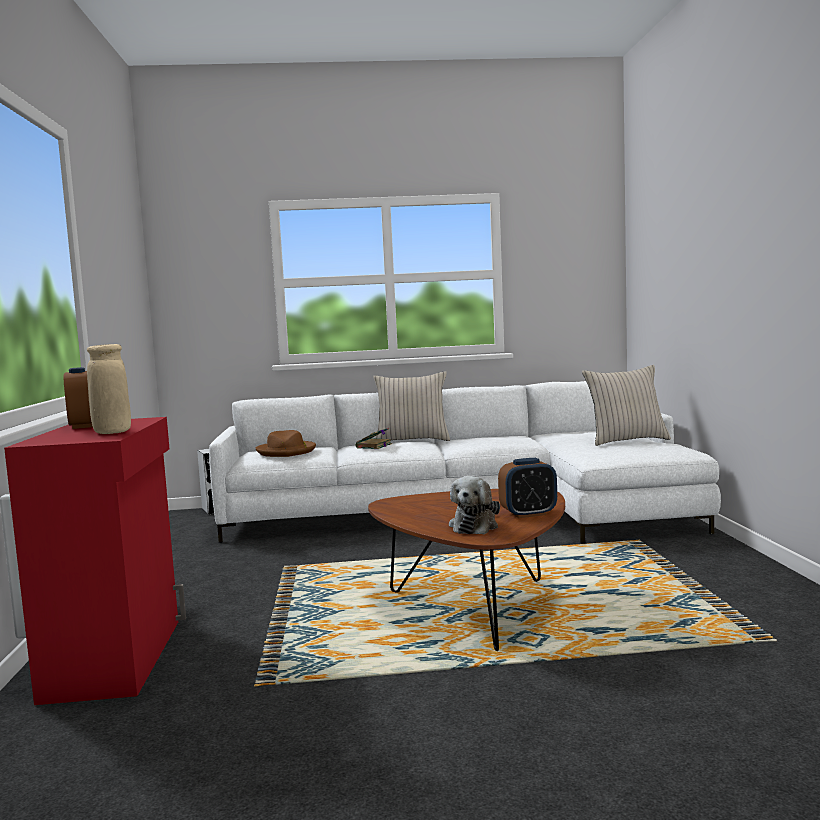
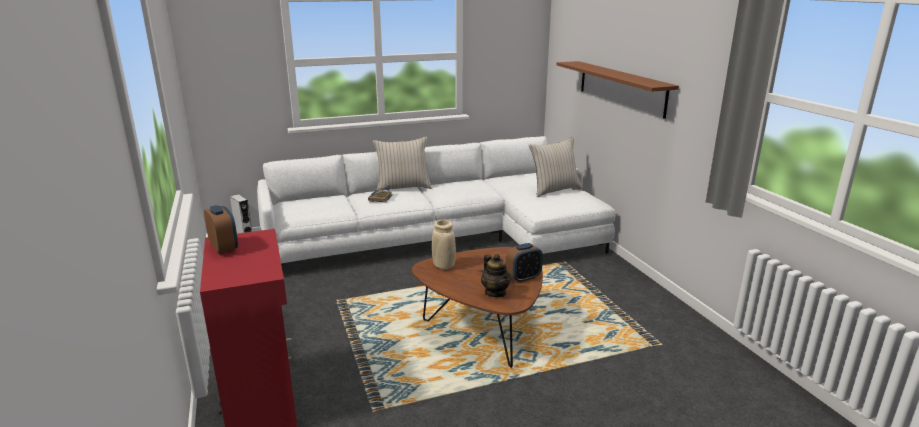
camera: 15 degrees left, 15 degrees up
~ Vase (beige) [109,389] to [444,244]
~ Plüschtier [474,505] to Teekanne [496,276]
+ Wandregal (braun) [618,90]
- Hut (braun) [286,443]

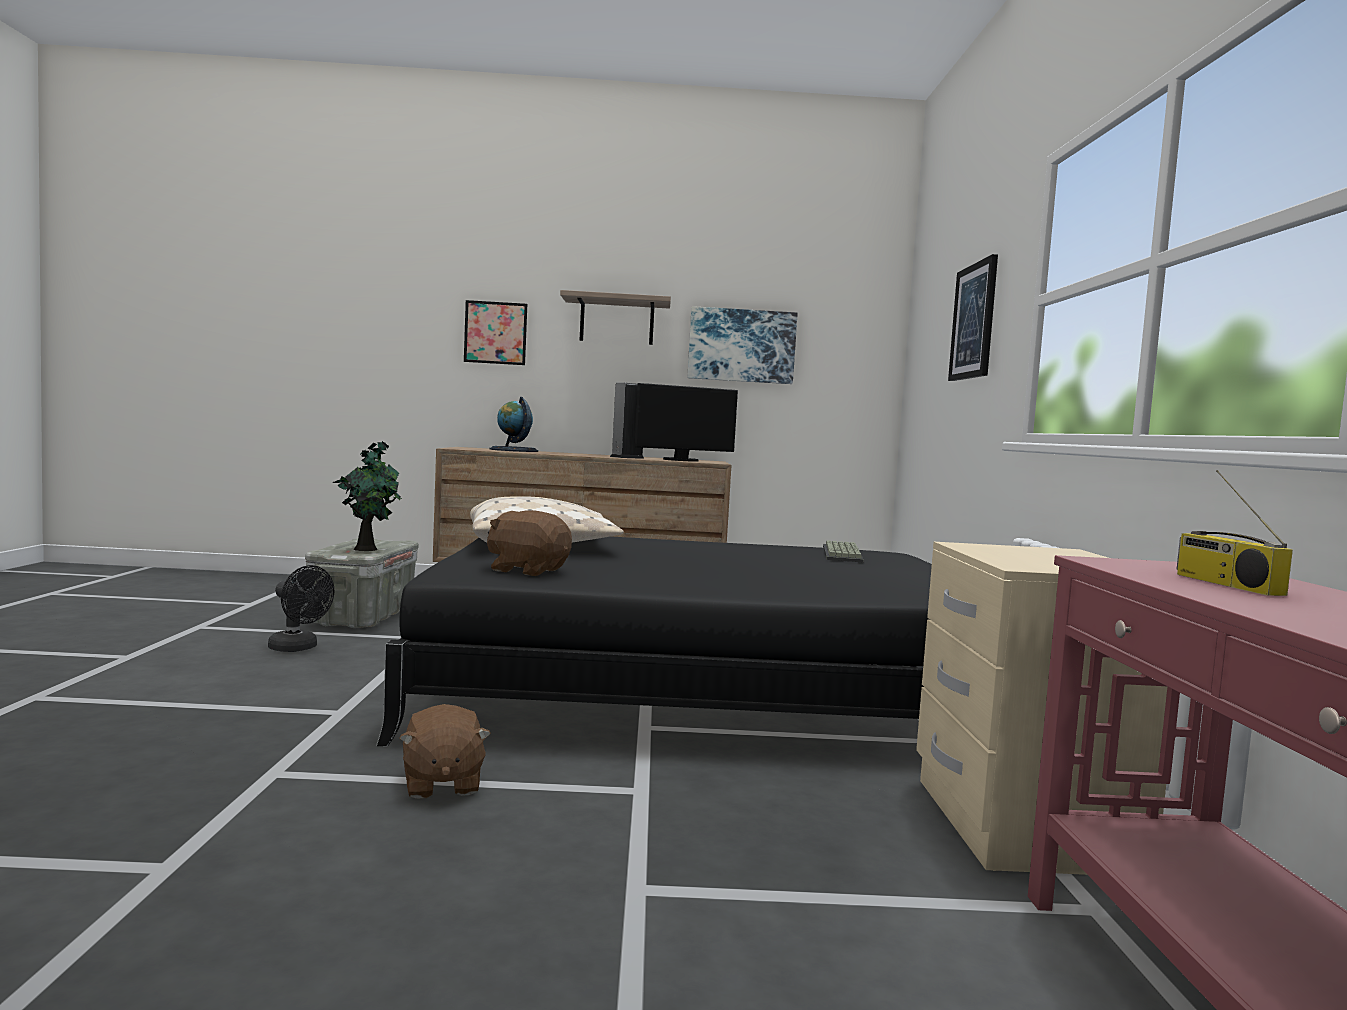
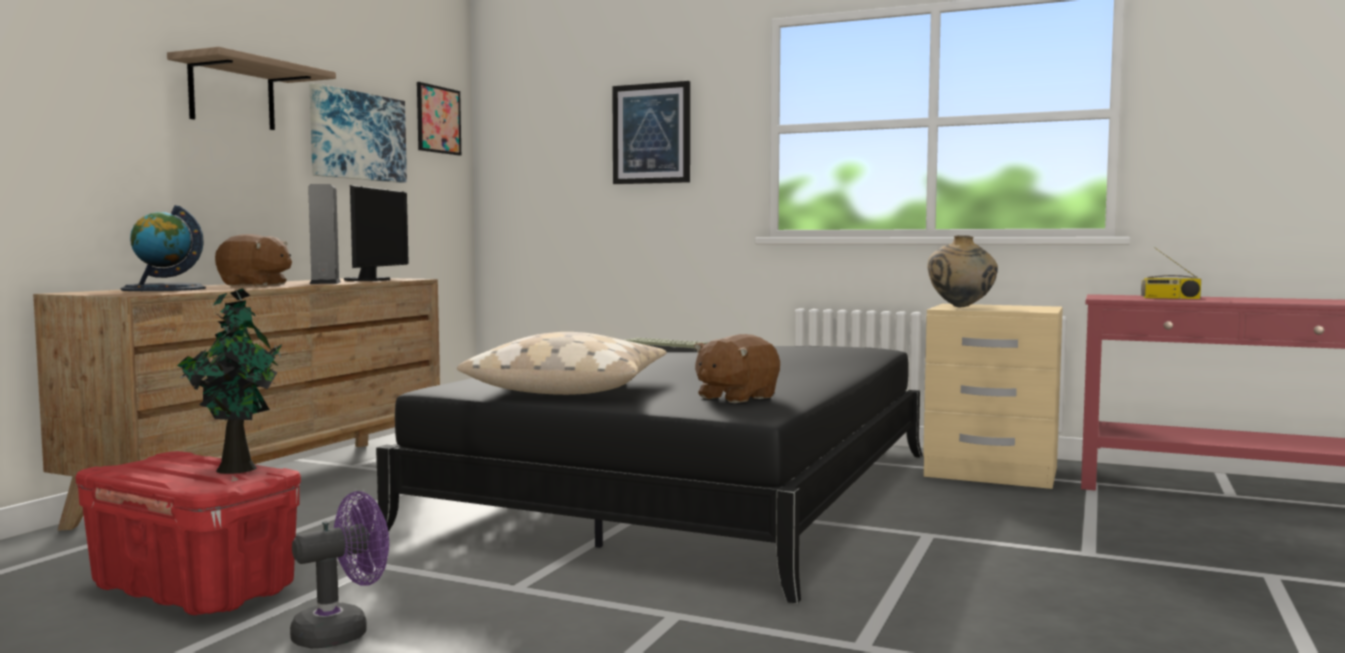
camera: 65 degrees left, 0 degrees up
~ Aufbewahrungsbox (grau) [362,583] to Aufbewahrungsbox (rot) [188,533]
~ Plüschtier (braun) [445,751] to [253,260]
~ Ventilator (schwarz) [301,608] to Ventilator (lila) [339,569]
~ Bild [495,332] to [439,118]
+ Vase (beige) [962,271]

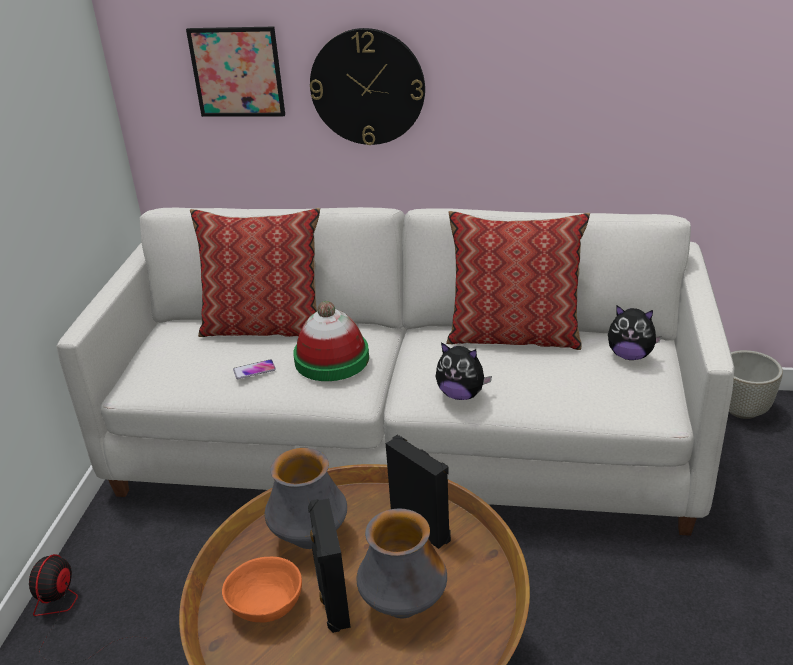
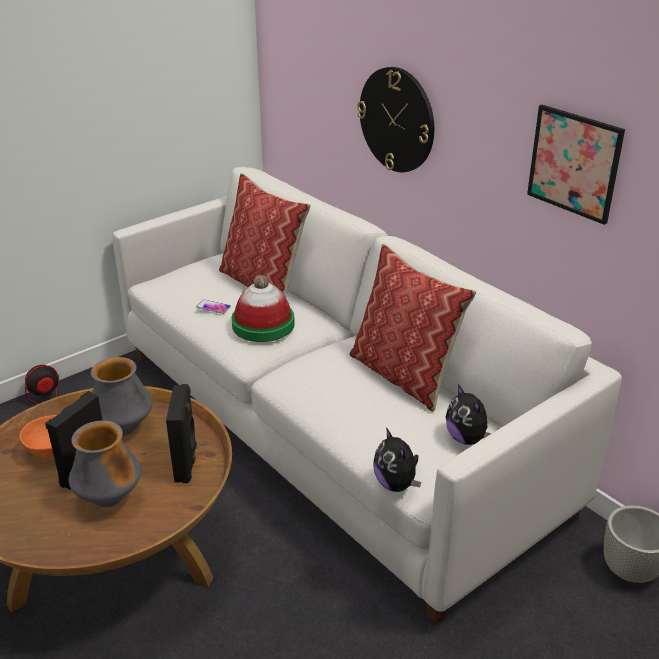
camera: 40 degrees right, 0 degrees up
~ Plüschtier [464,371] to [397,459]
~ Bild [235,72] to [576,165]

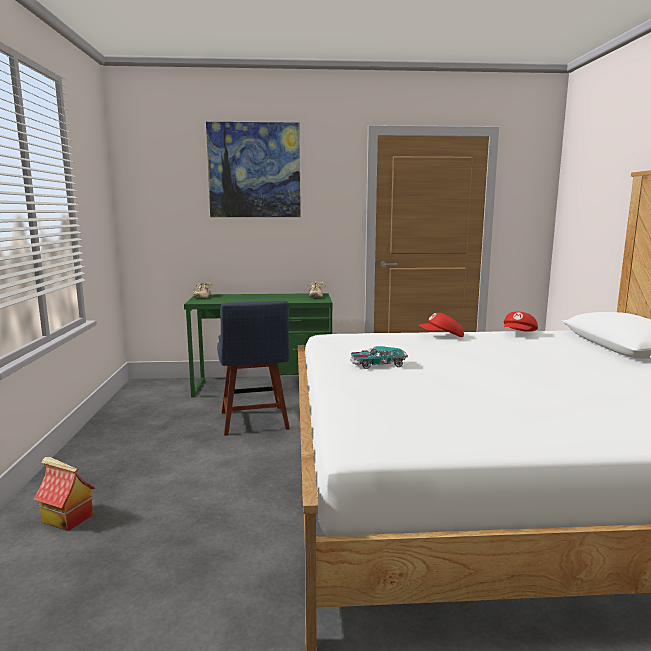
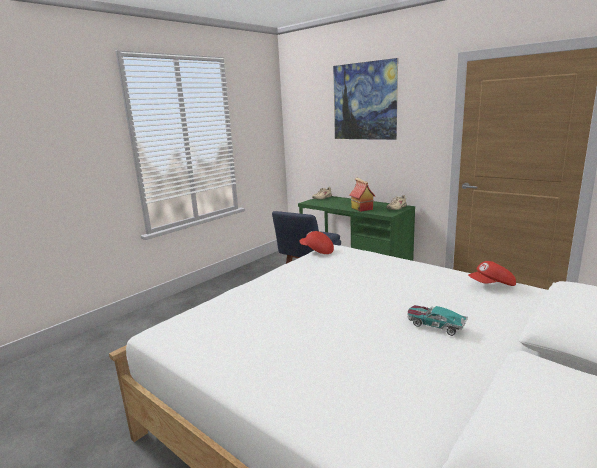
camera: 45 degrees right, 5 degrees up
~ Kappe (rot) [441,325] to [317,242]
~ Spielzeughaus [64,494] to [362,194]
~ Spielzeugauto [379,357] to [437,320]

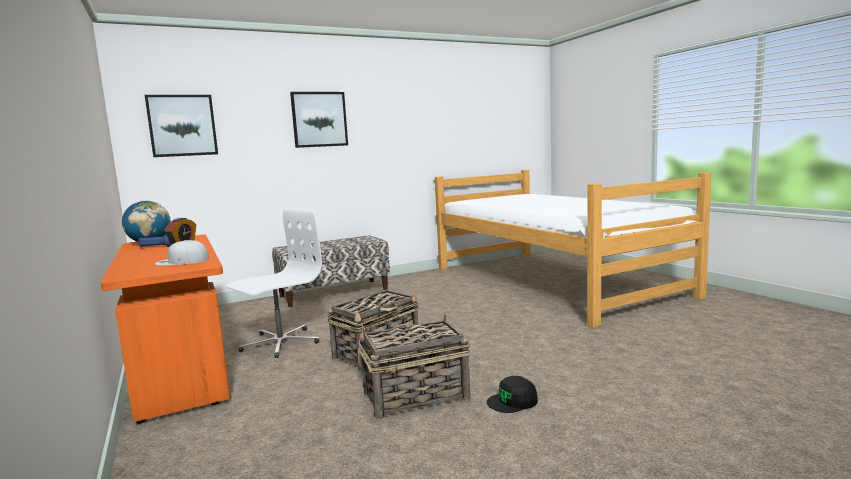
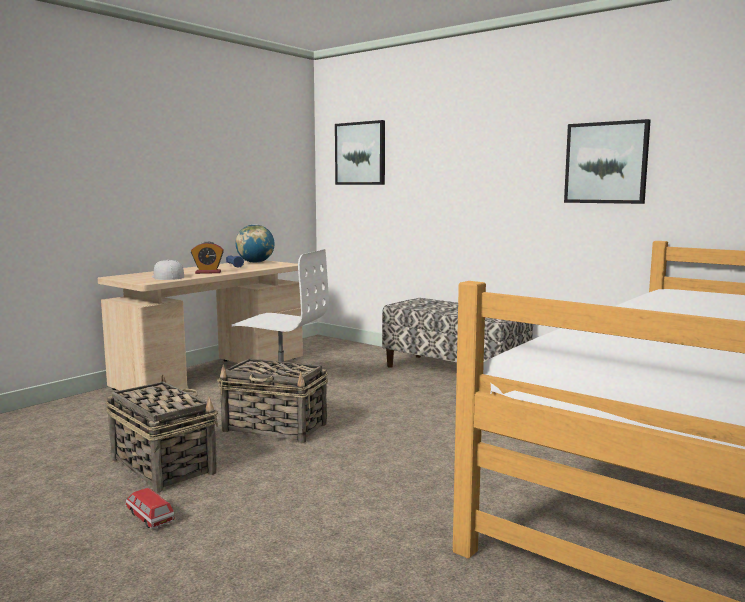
camera: 65 degrees right, 0 degrees up
~ Schreibtisch (orange) [165,329] to Schreibtisch (beige) [200,325]
~ Kappe (schwarz) [512,394] to Spielzeugauto [150,508]
~ Bild [319,120] to [607,161]

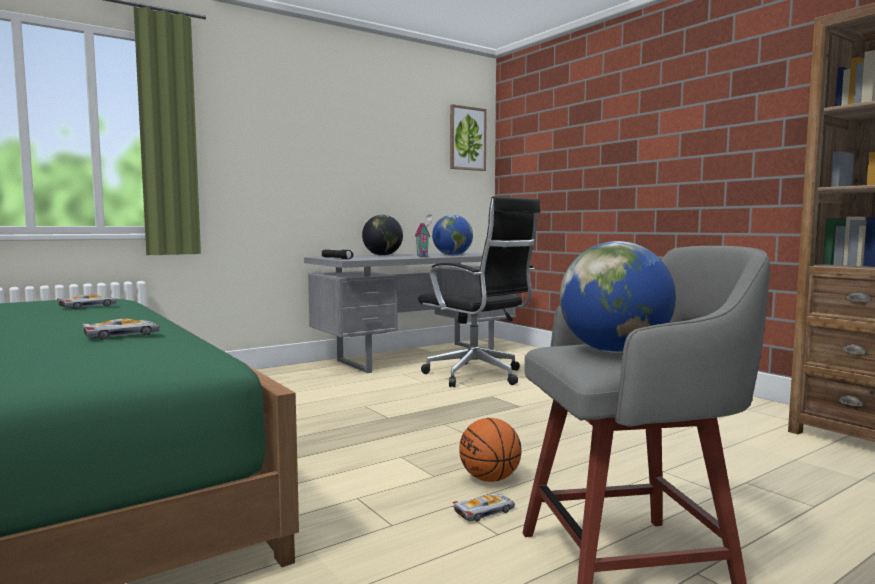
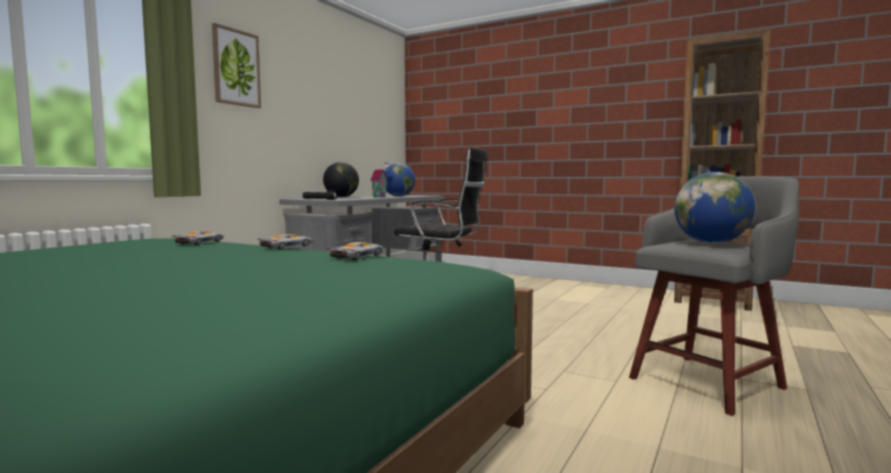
camera: 25 degrees left, 0 degrees up
~ Bild [468,137] to [236,65]
~ Spielzeugauto [483,508] to [285,241]
- Basketball [490,450]

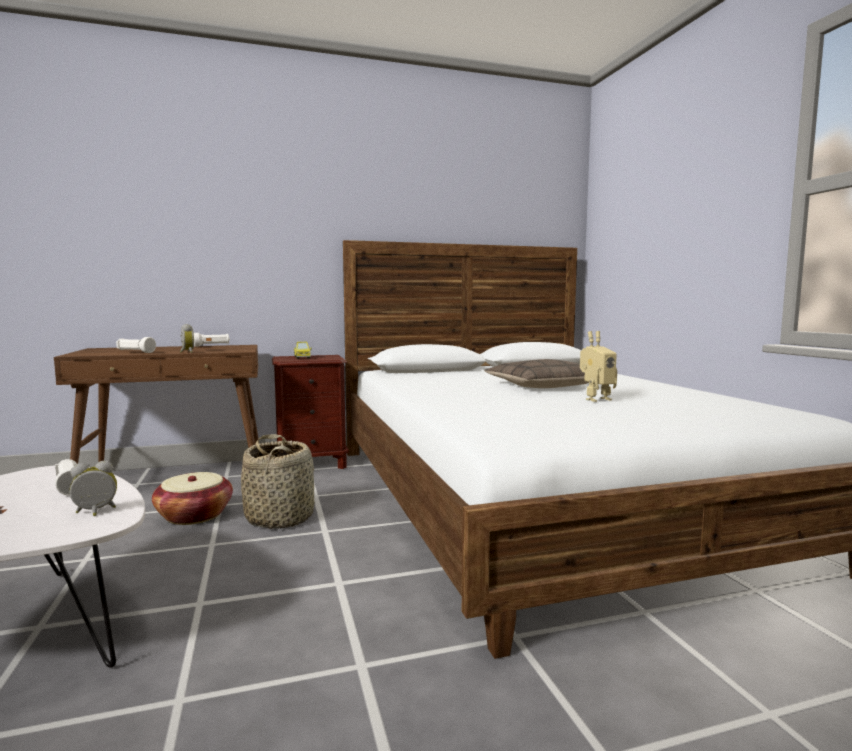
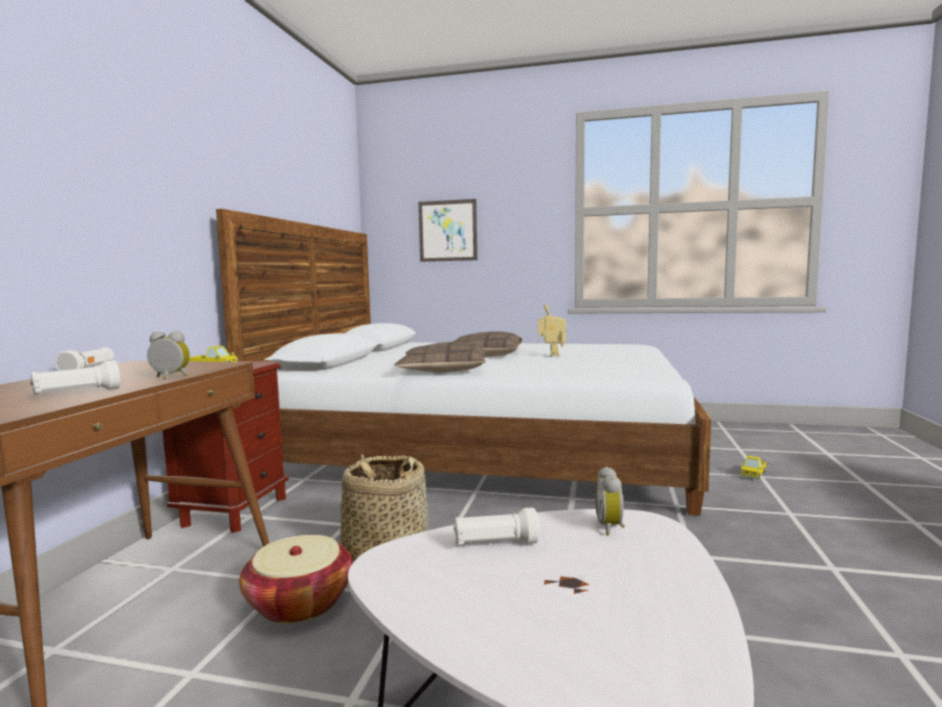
camera: 60 degrees left, 0 degrees up
+ Kissen [440,357]
+ Bild [447,230]
+ Spielzeuglaster [753,467]

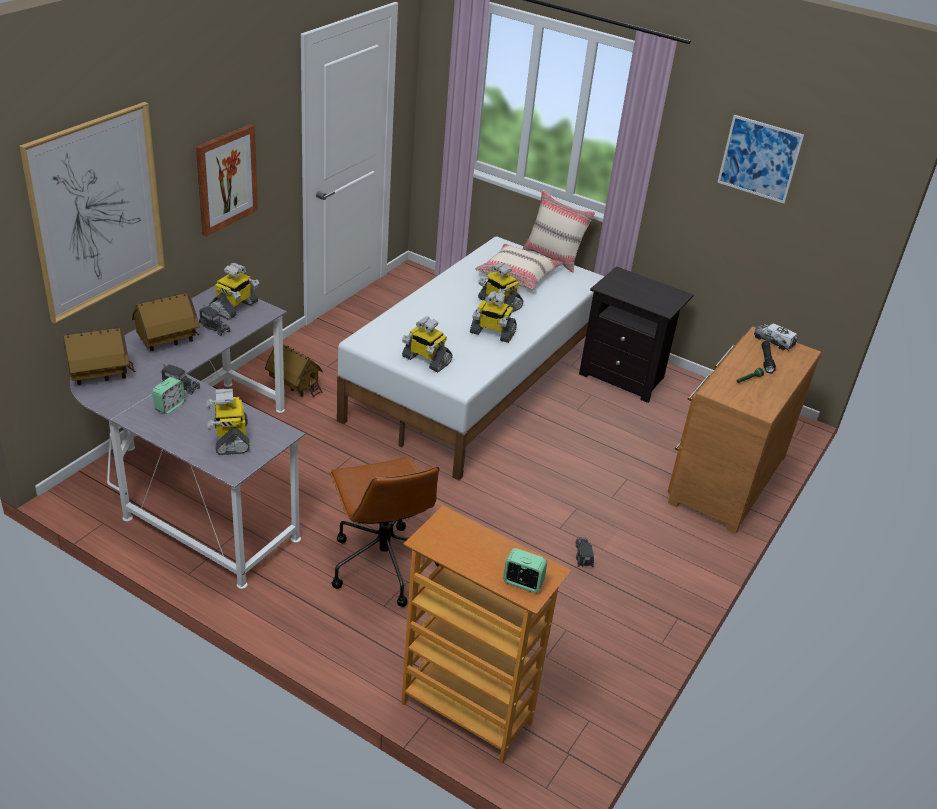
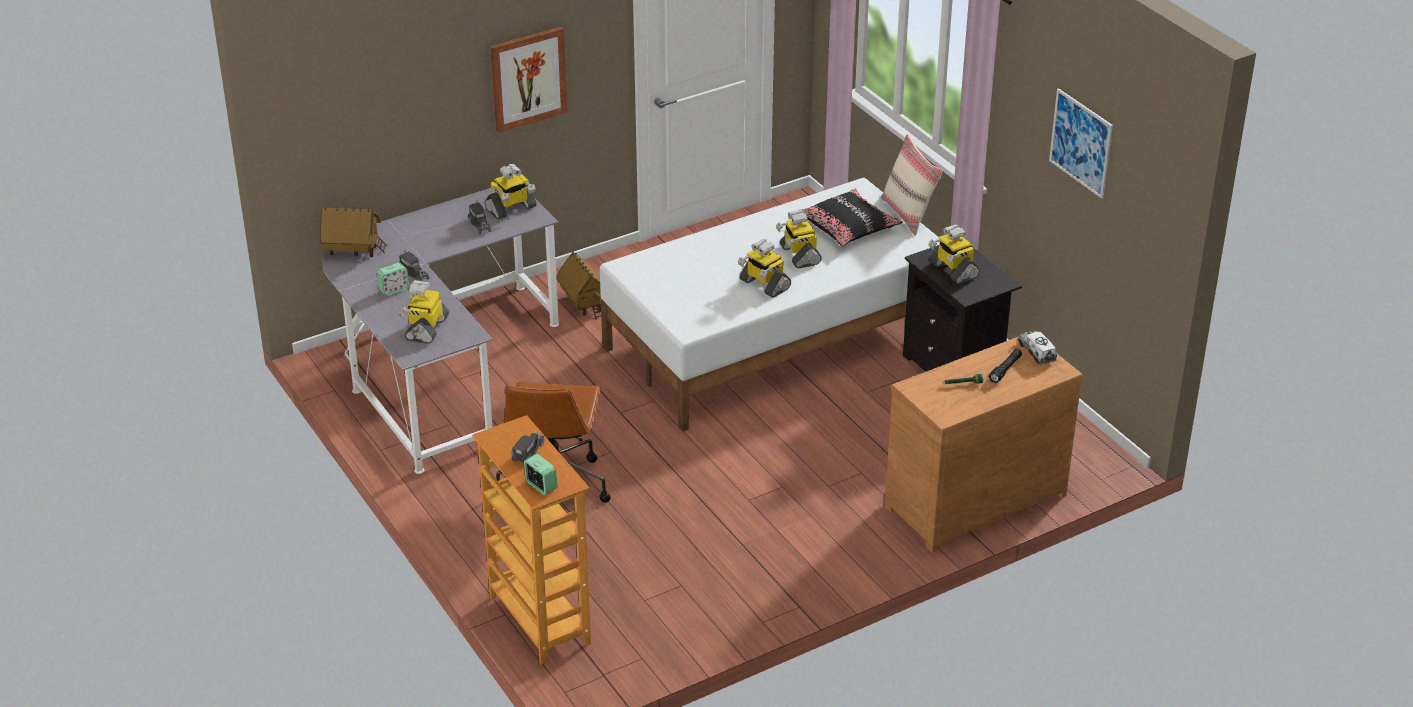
camera: 30 degrees right, 0 degrees up
~ Spielzeuglaster [585,552] to [527,446]
~ Kissen (beige) [519,267] to Kissen (schwarz) [850,217]
~ Spielzeugroboter [427,344] to [954,254]
- Bild [92,213]
- Spielzeughaus [166,321]

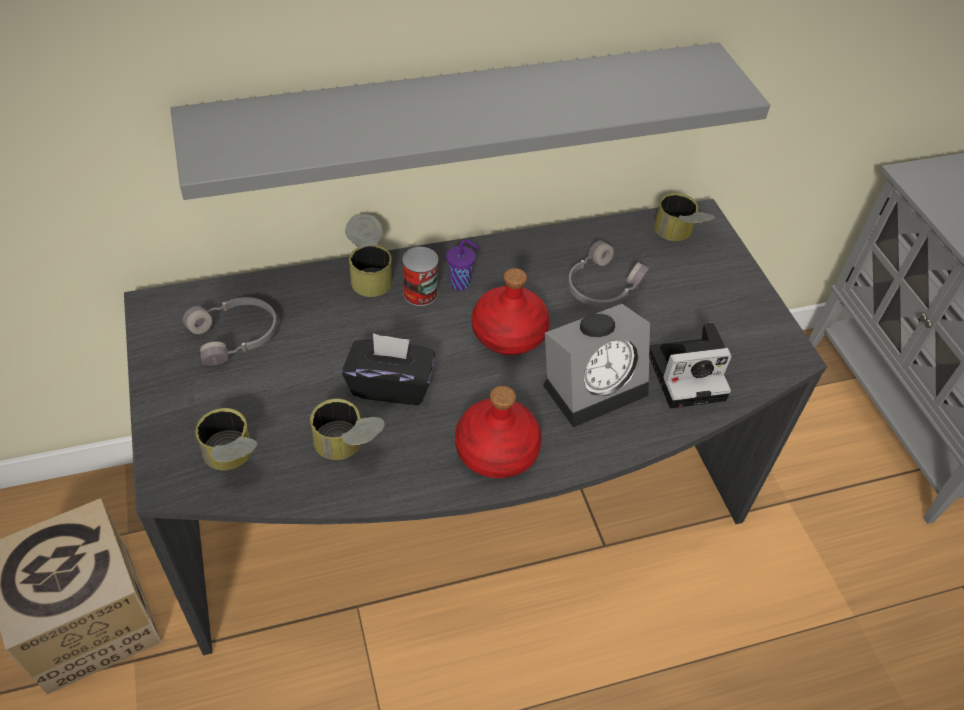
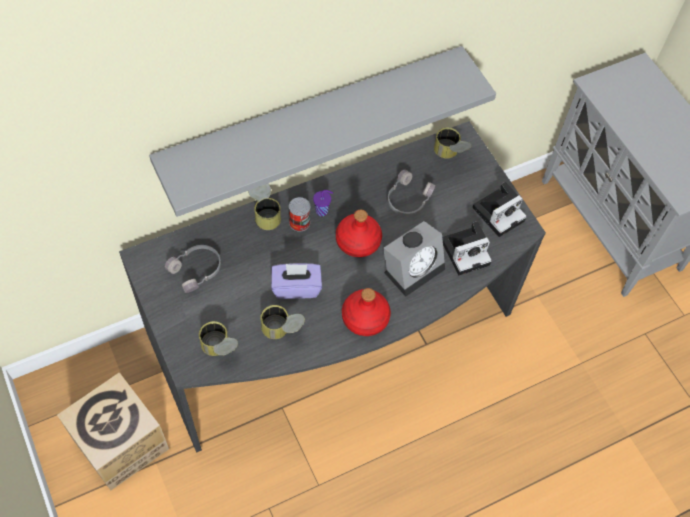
camera: 10 degrees left, 10 degrees up
~ Taschentuchbox (schwarz) [388,369] to Taschentuchbox (lila) [296,281]
+ Kamera [499,209]

